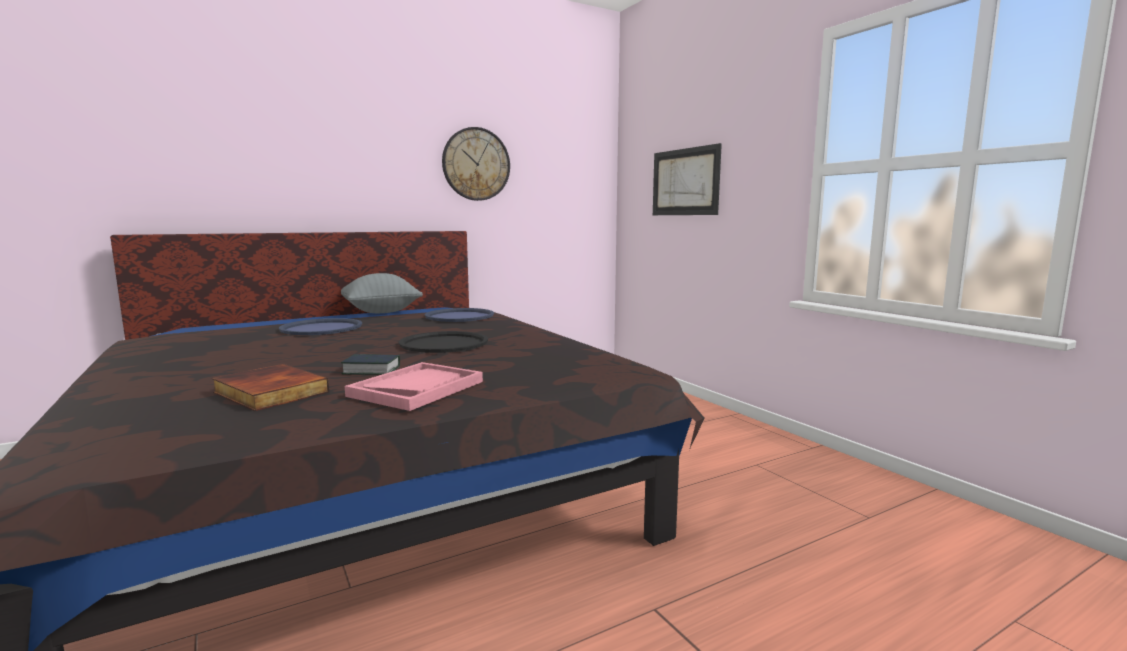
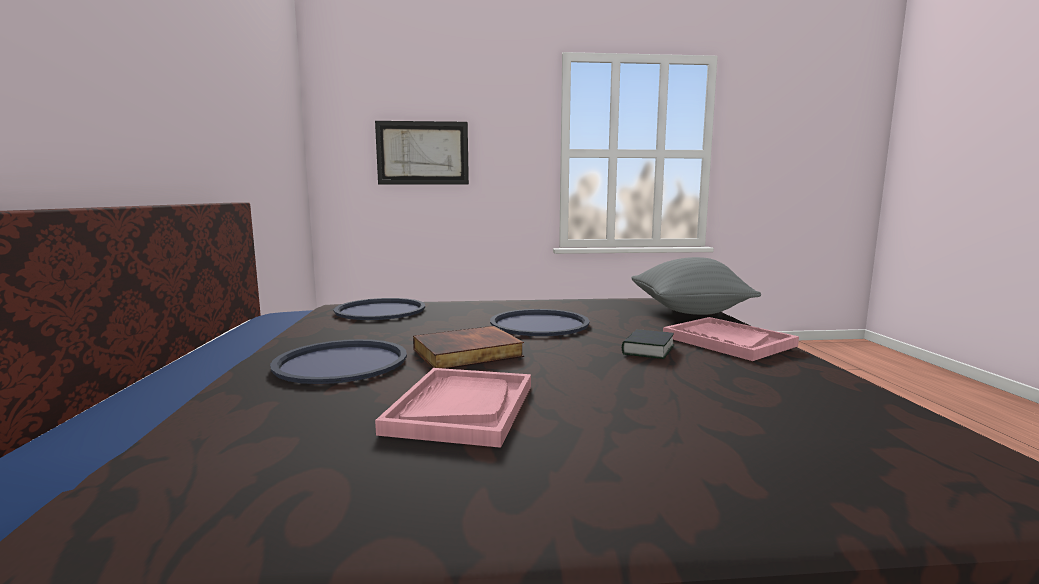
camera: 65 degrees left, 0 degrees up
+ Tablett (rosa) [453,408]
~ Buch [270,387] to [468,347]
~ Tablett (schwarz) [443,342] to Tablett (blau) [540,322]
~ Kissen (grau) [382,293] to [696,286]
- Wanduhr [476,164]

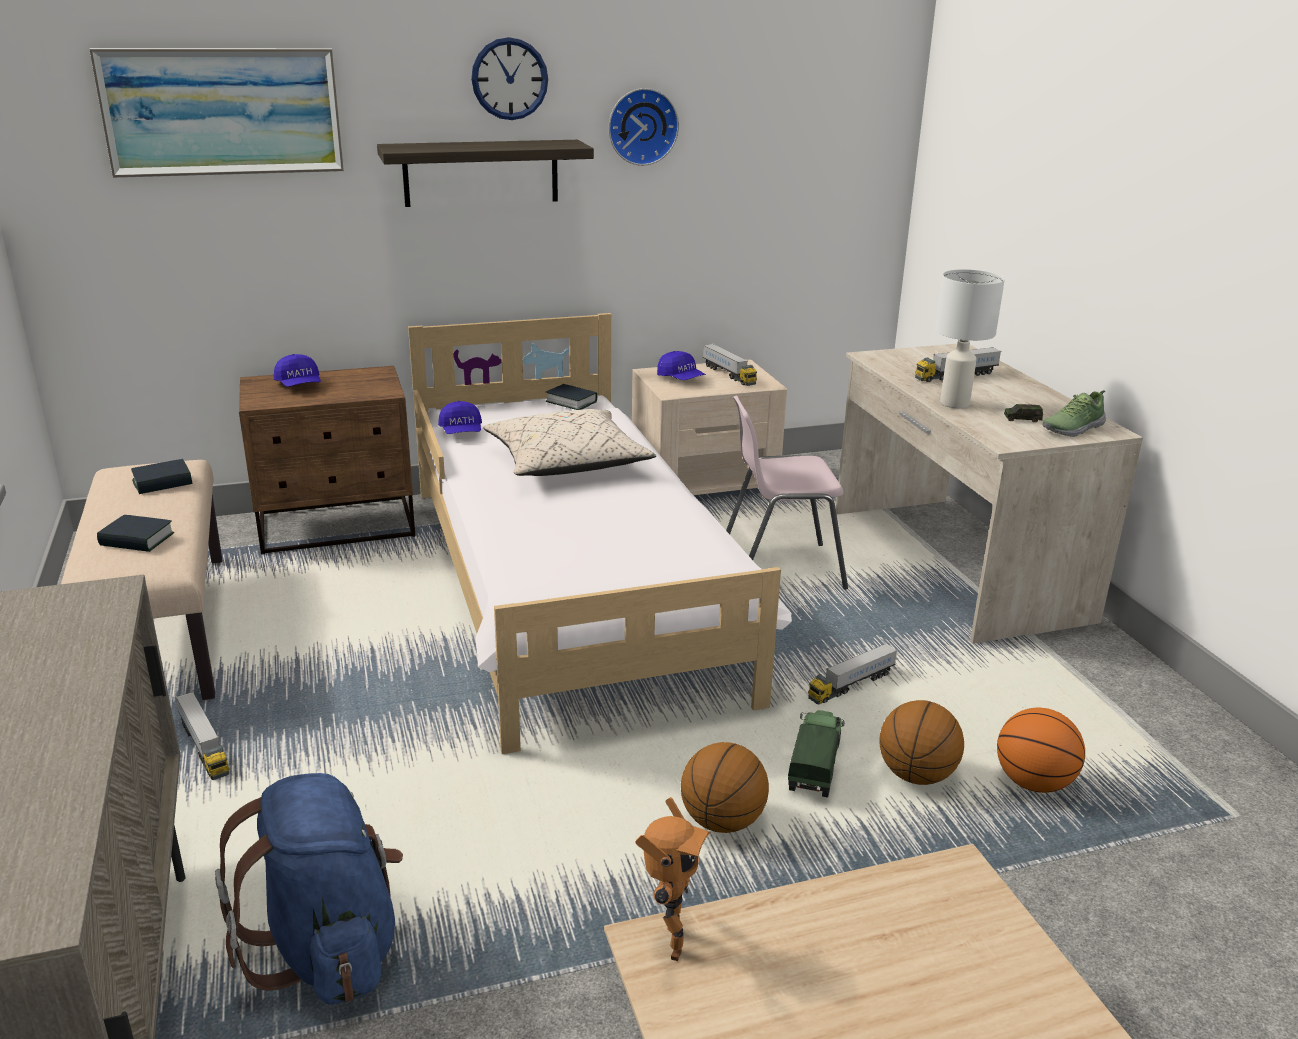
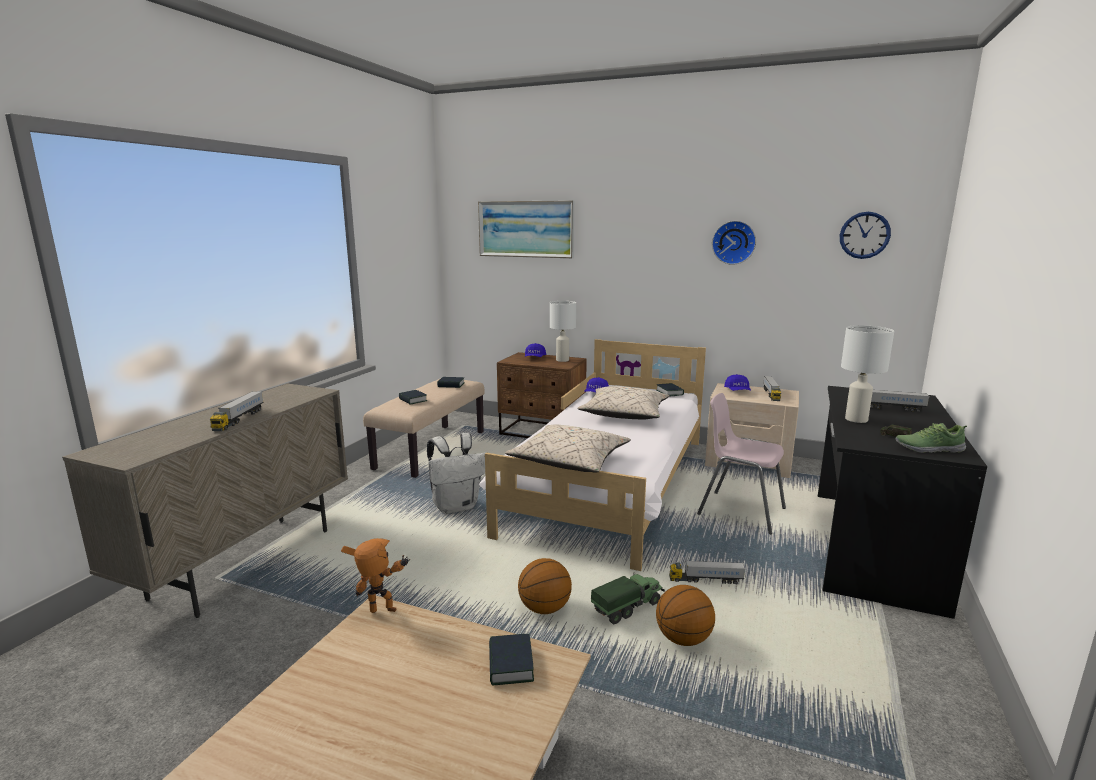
camera: 40 degrees right, 10 degrees down
~ Spielzeuglaster [202,735] to [237,411]
~ Spielzeugroboter [673,879] = [375,575] 135 degrees counterclockwise
+ Rucksack (weiß) [456,473]
+ Buch [511,660]
+ Kissen (beige) [568,448]
+ Tischlampe (weiß) [563,331]
~ Schreibtisch (beige) [989,494] to Schreibtisch (schwarz) [902,502]
~ Wanduhr [509,78] to [865,235]
- Rucksack (blau) [309,889]
- Wandregal [485,173]
- Basketball [1041,750]

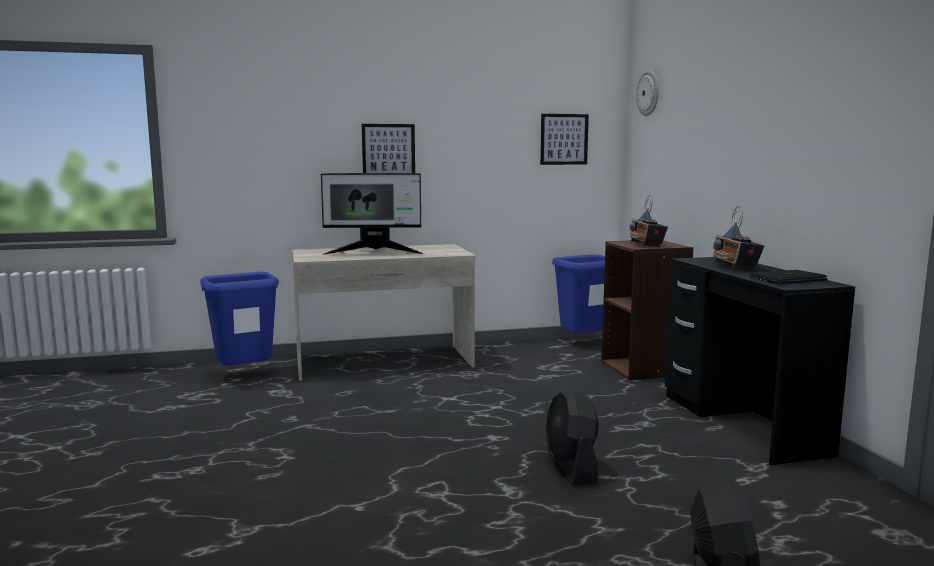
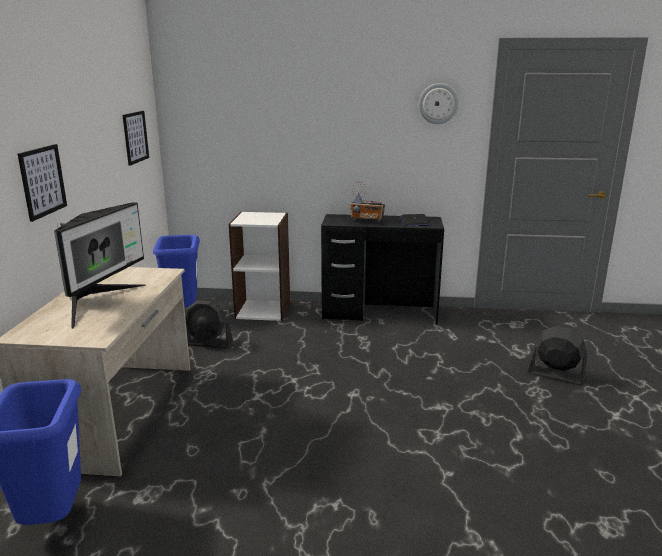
camera: 70 degrees left, 10 degrees up
~ Ventilator (schwarz) [572,437] to [209,324]
~ Bücherregal (braun) [647,310] to Bücherregal (weiß) [259,266]
~ Wanduhr [647,93] to [439,103]
- Radio [648,221]

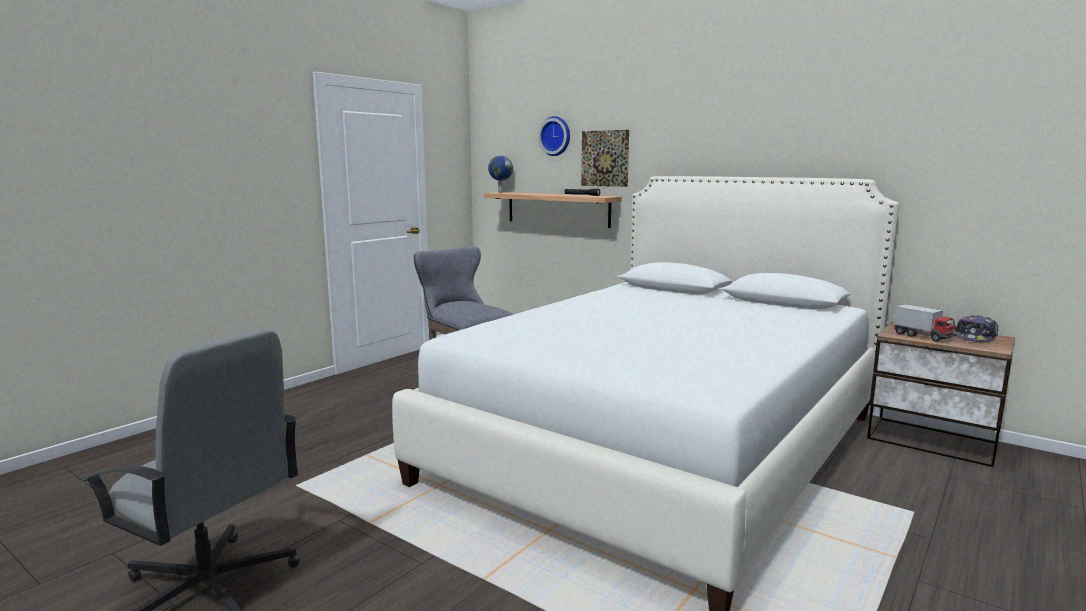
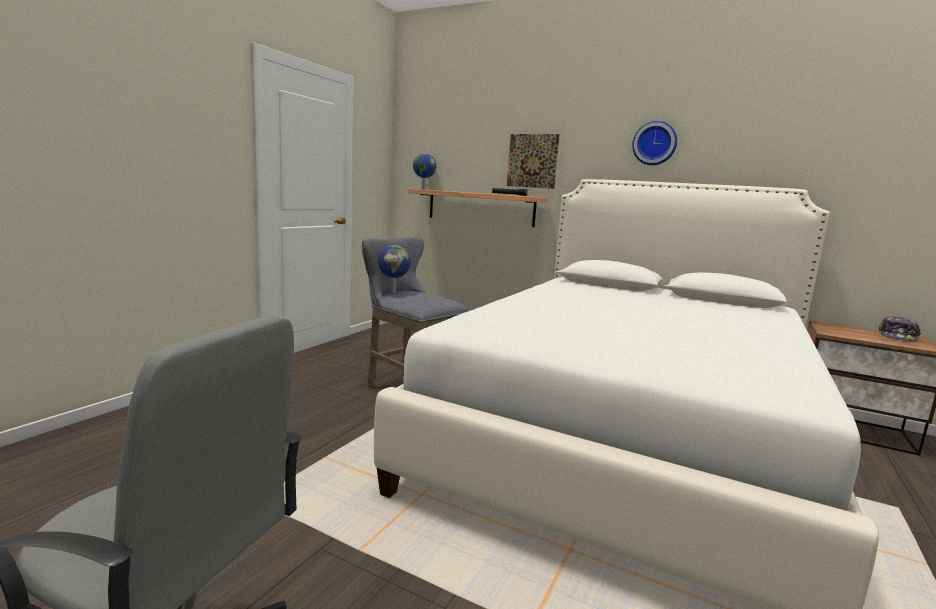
camera: 10 degrees left, 0 degrees up
+ Globus [394,269]
~ Wanduhr [554,136] to [654,143]
- Spielzeuglaster [925,323]

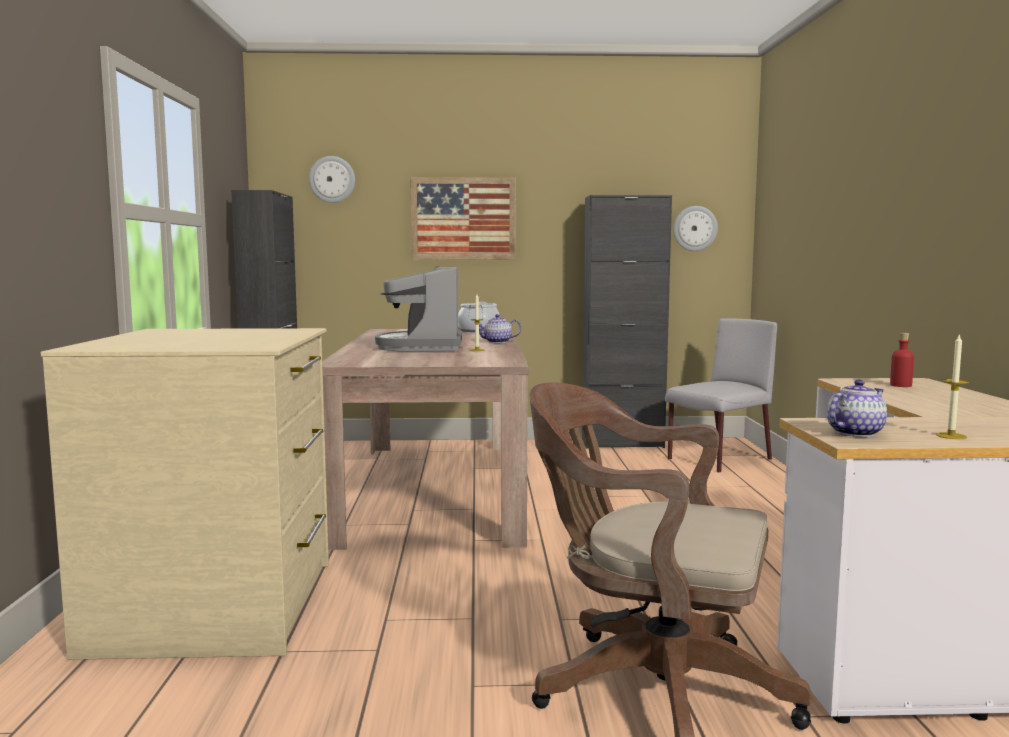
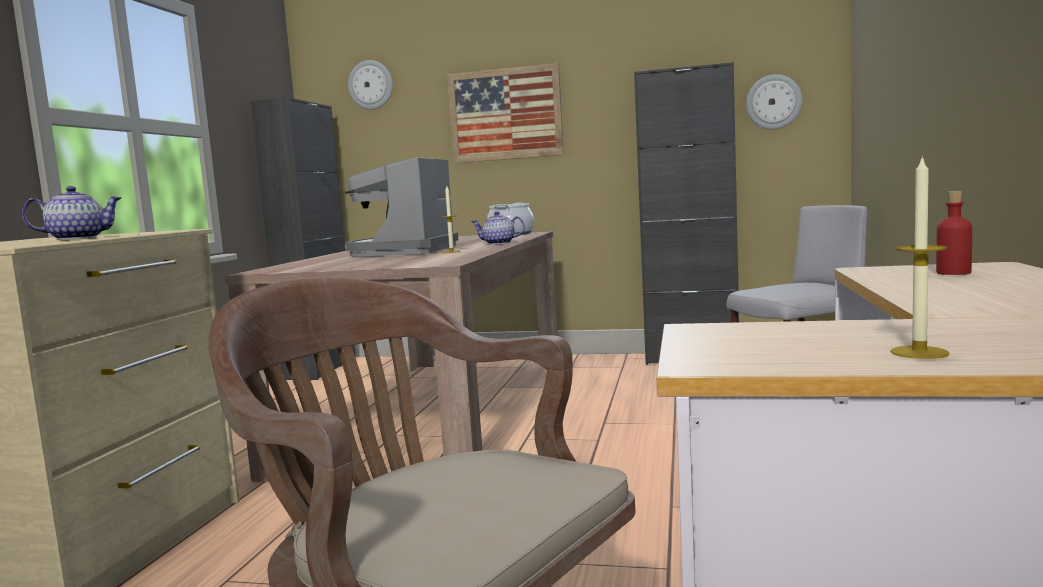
camera: 15 degrees right, 0 degrees up
~ Teekanne [857,408] to [71,213]

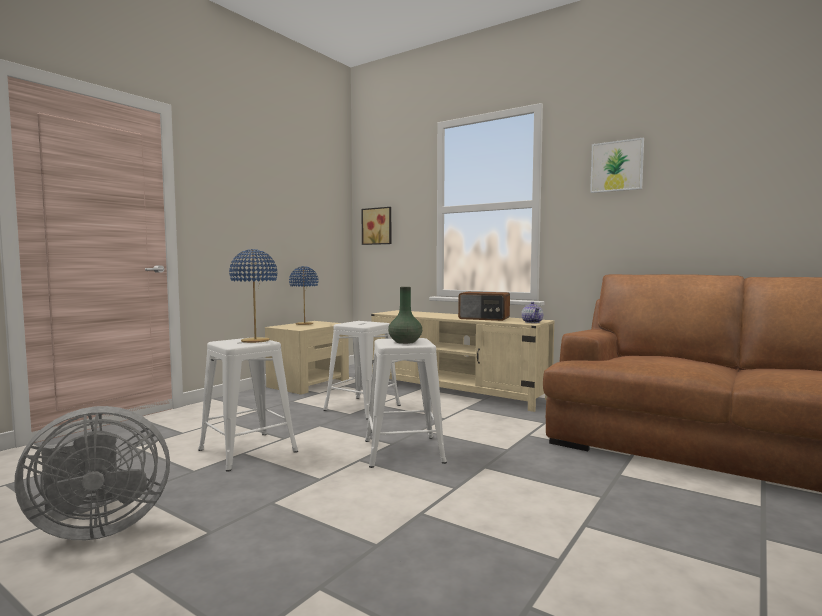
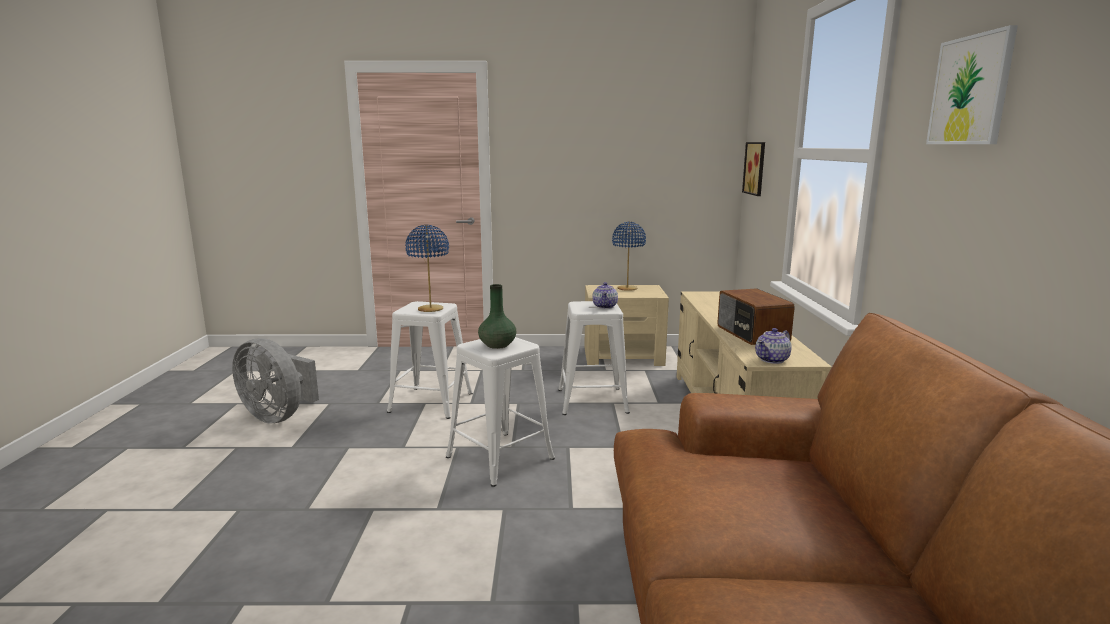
camera: 55 degrees right, 10 degrees up
+ Teekanne [605,295]

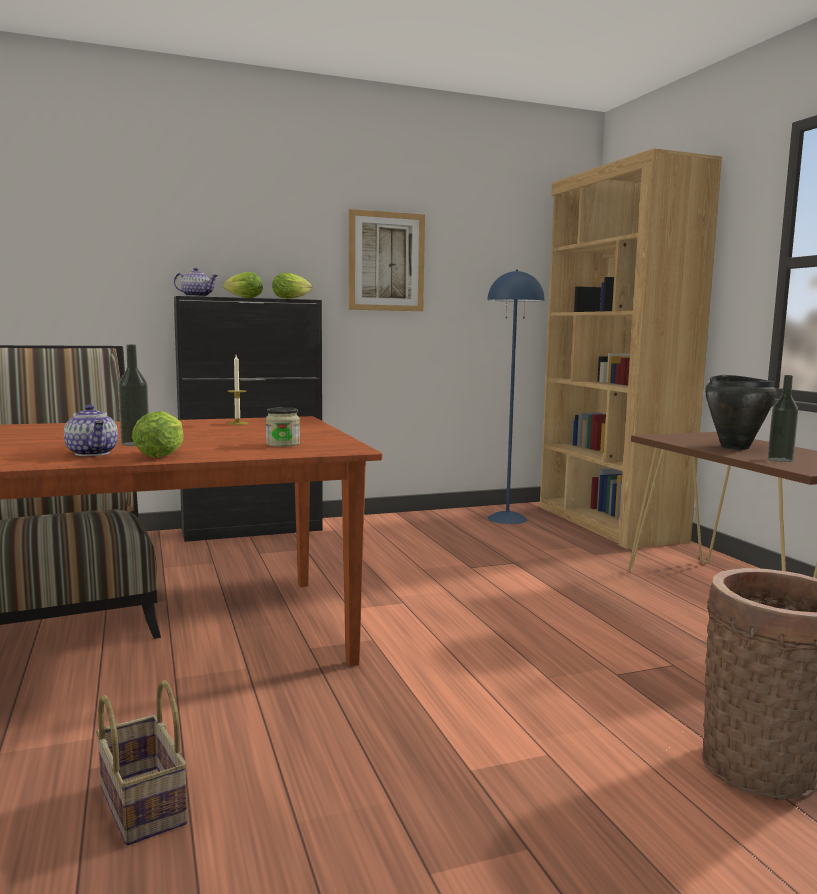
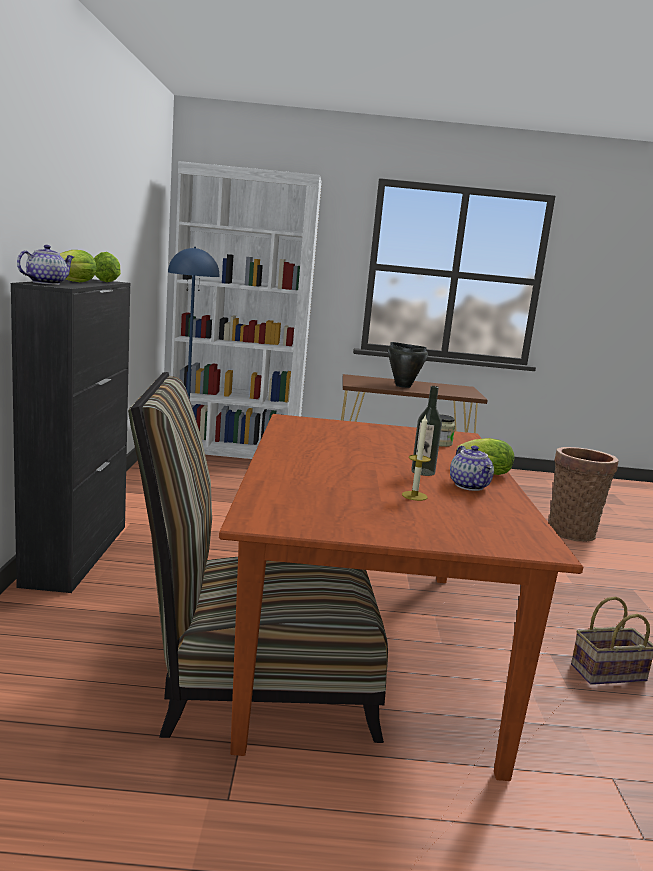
camera: 70 degrees left, 5 degrees up
~ Bücherregal (braun) [631,348] to Bücherregal (weiß) [246,310]
~ Kerze [238,390] to [416,457]
~ Teekanne [91,430] = [472,468] 90 degrees clockwise
- Bild [386,260]
- Flasche [783,418]

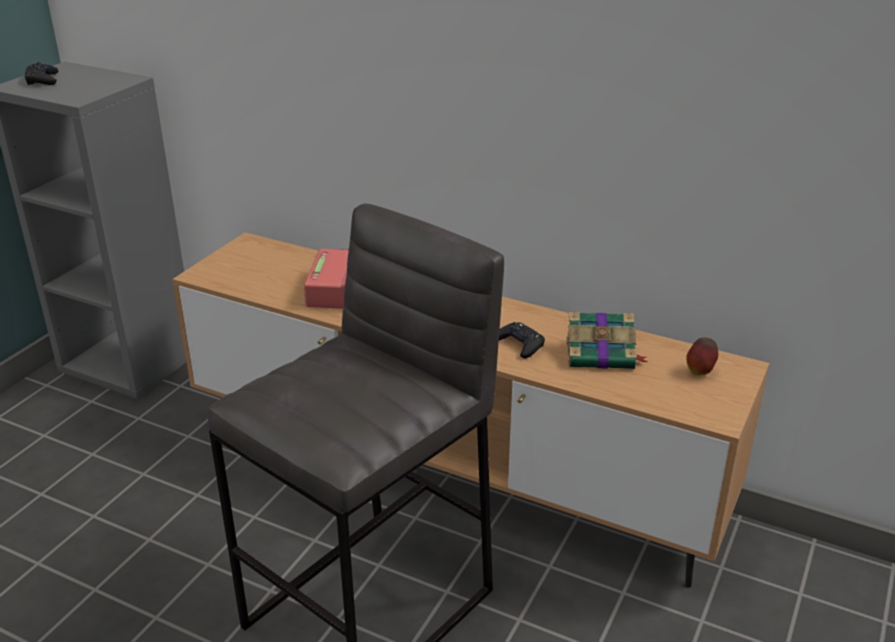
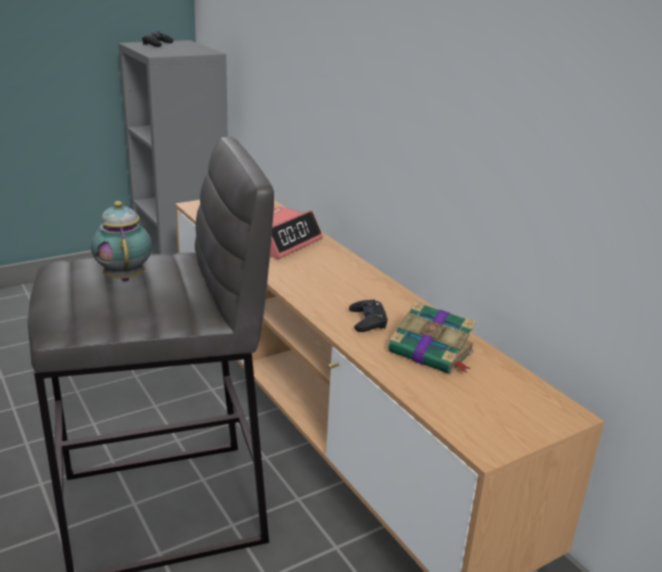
camera: 30 degrees right, 5 degrees down
+ Teekanne [121,241]
- Apfel [702,356]

